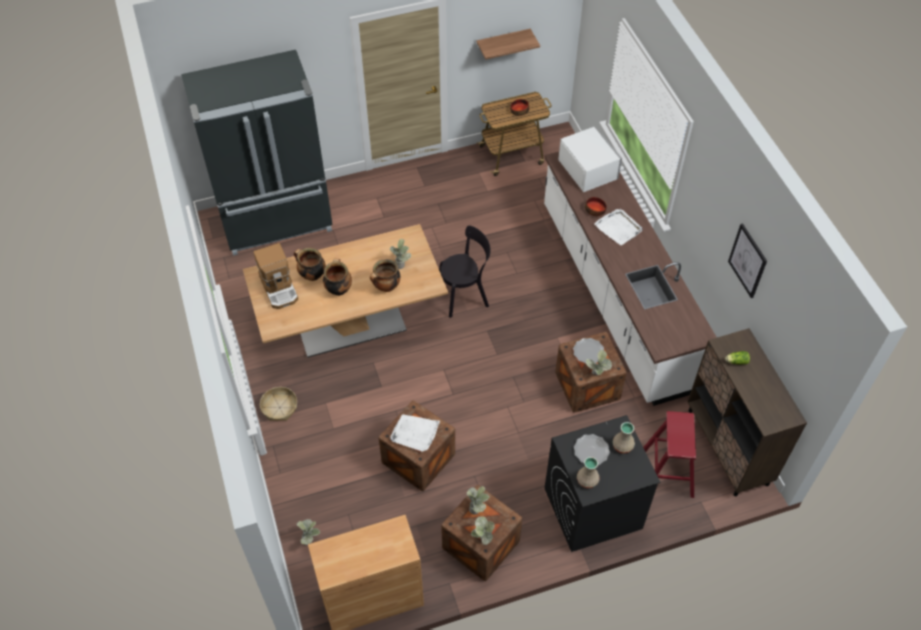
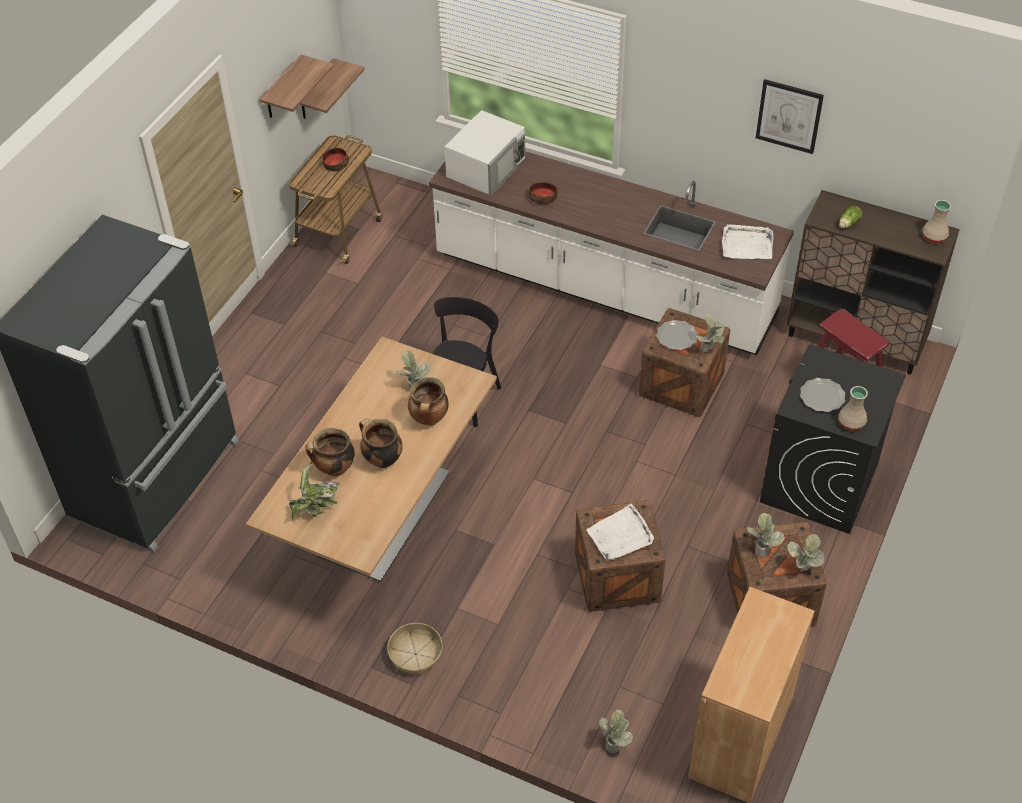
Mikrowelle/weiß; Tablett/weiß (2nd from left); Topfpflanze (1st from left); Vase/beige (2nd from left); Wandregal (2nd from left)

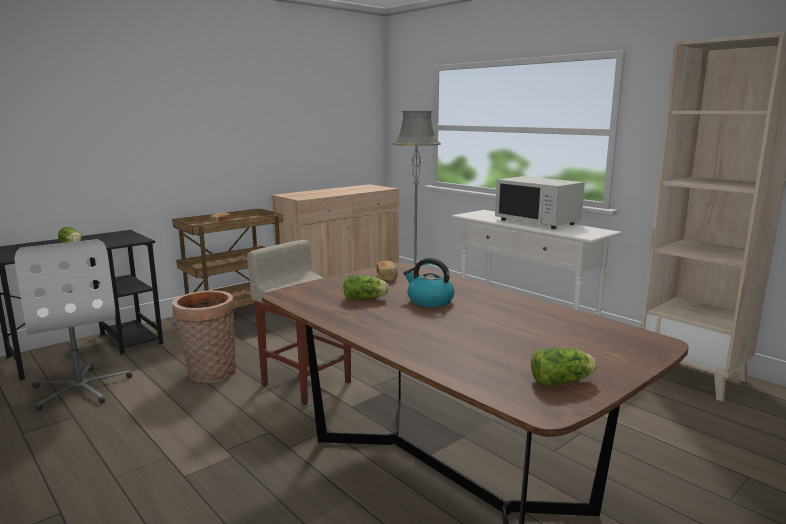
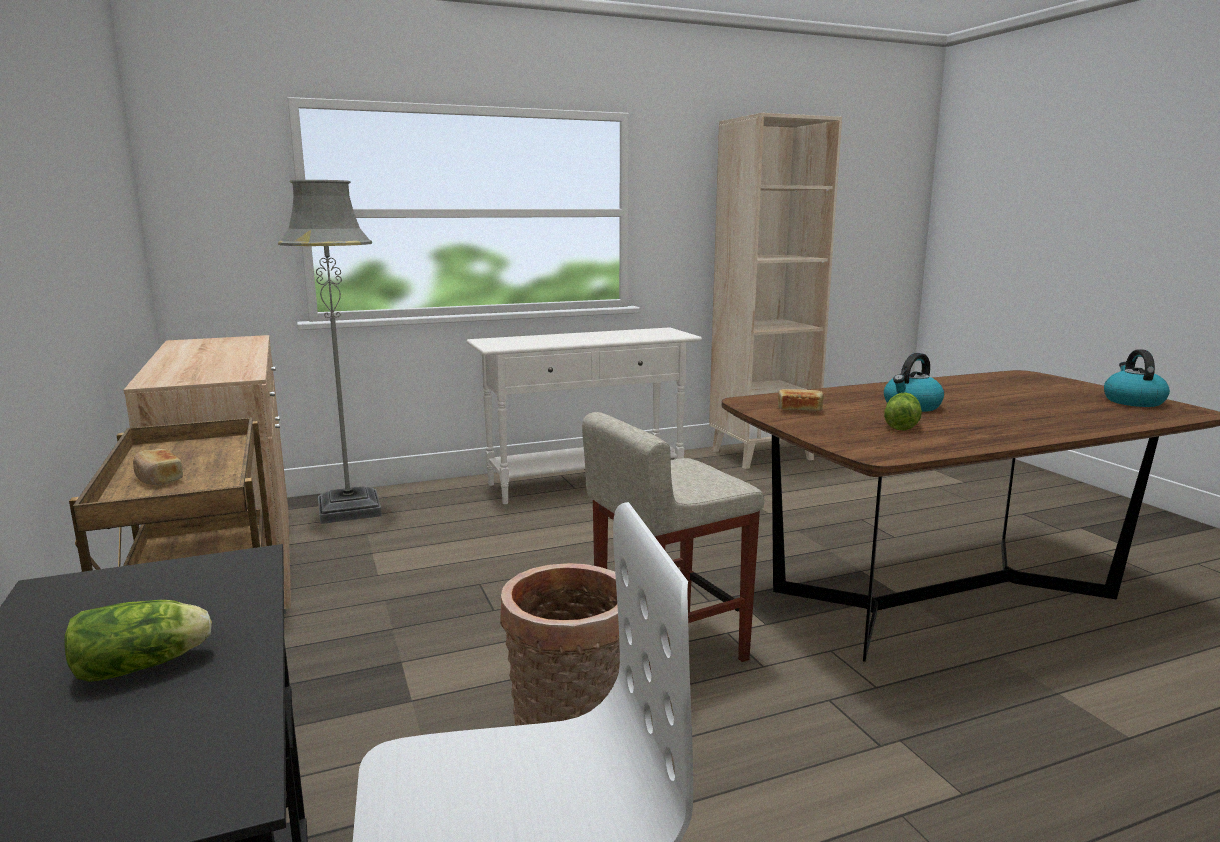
Mikrowelle/weiß; Wasserkessel (2nd from left)

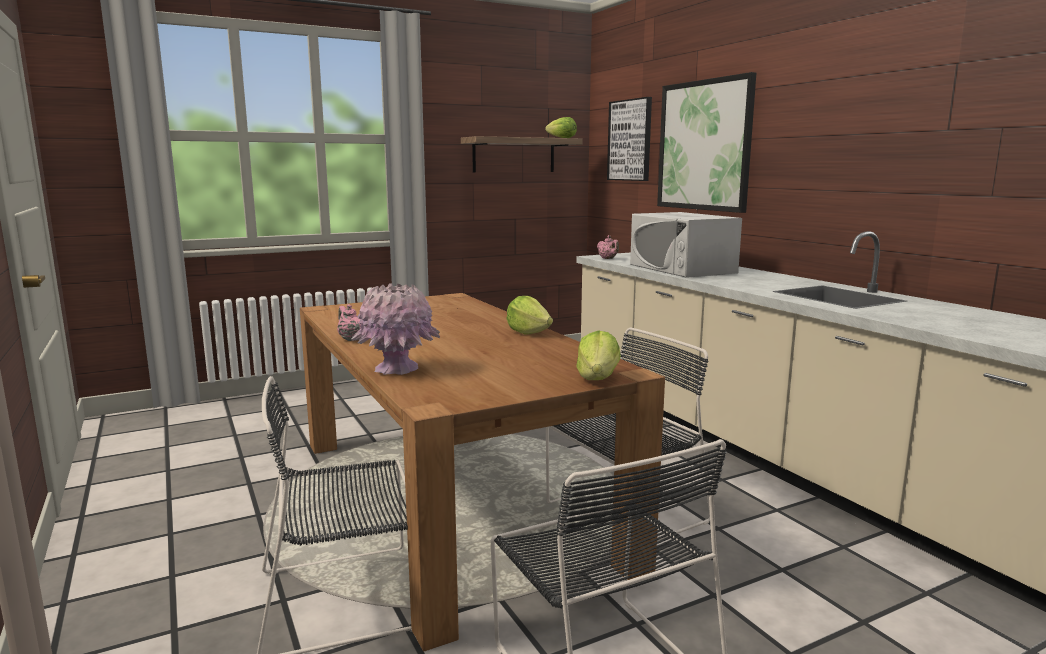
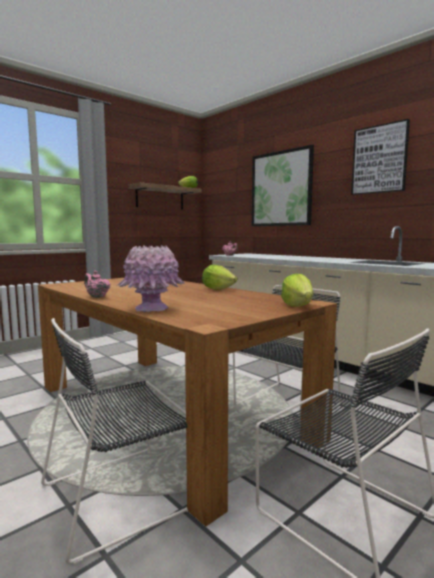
Bild (2nd from left); Mikrowelle/weiß

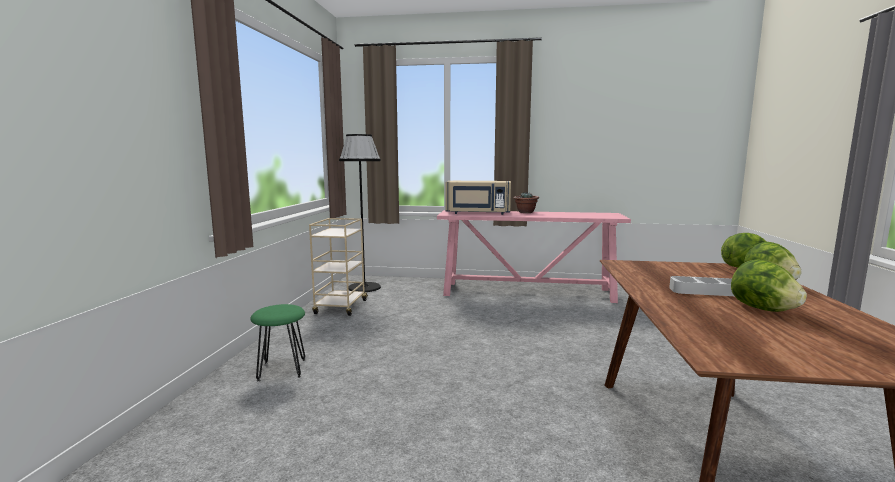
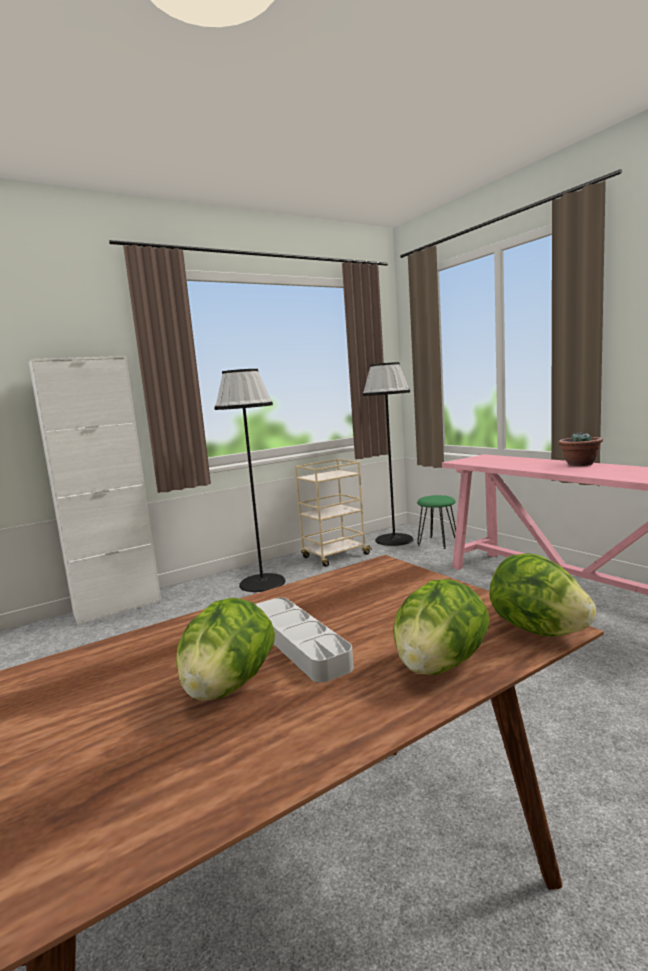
Mikrowelle/beige; Hocker/grün; Schrank/weiß; Stehlampe/schwarz (1st from left)

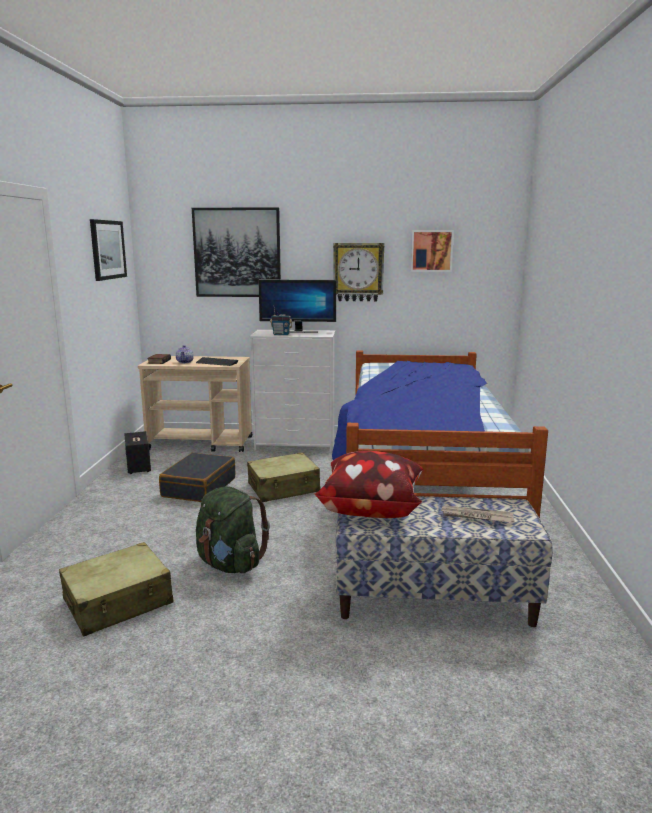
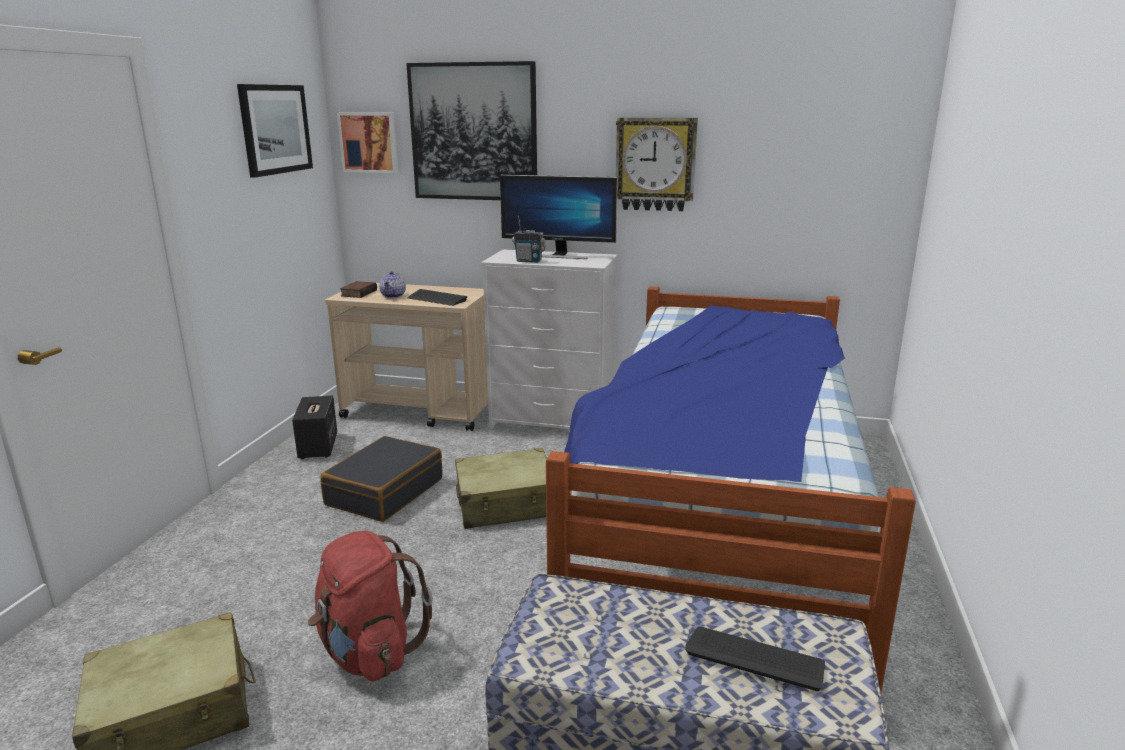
Bild (2nd from left); Kissen; Rucksack/rot; Tastatur (2nd from left)

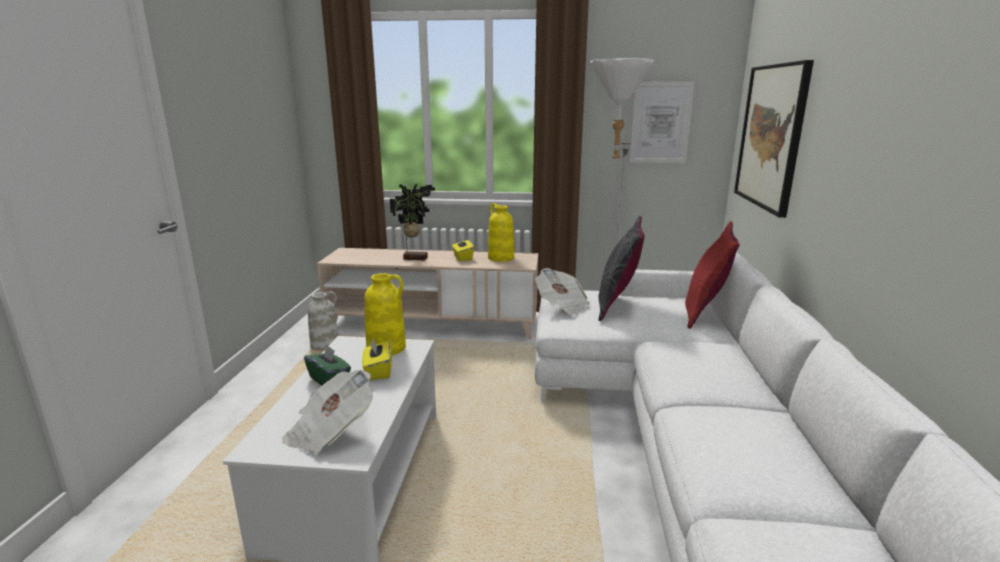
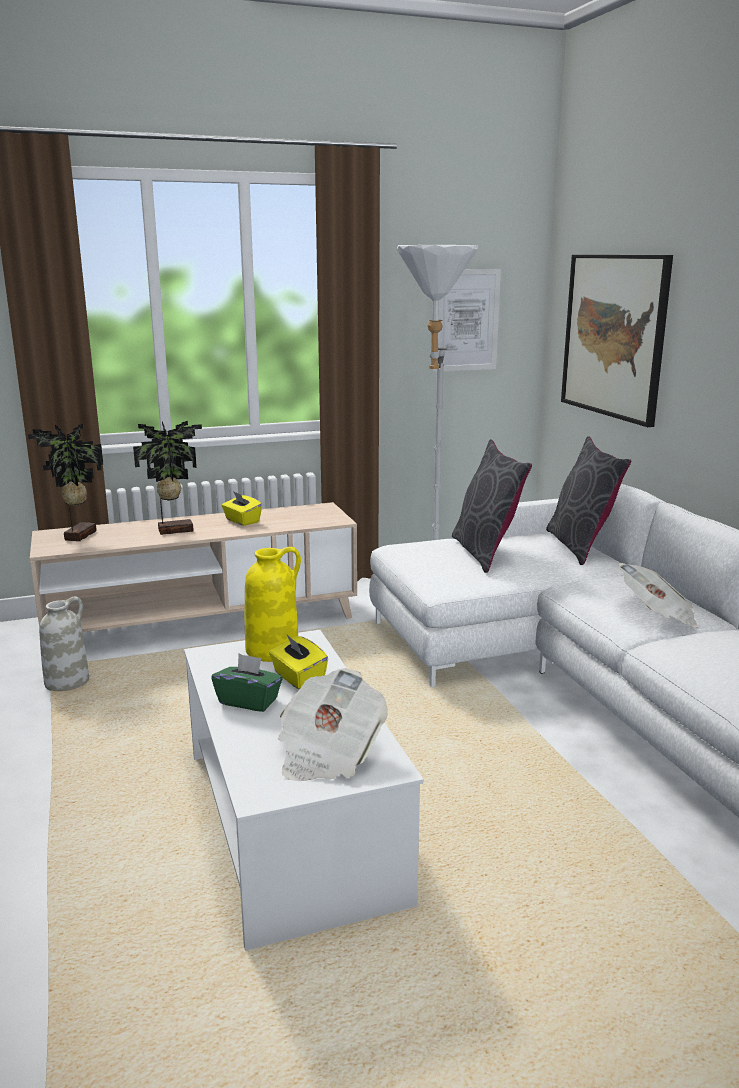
Vase/gelb (2nd from left in the first image); Kissen/grau (2nd from left); Zeitung (2nd from left); Topfpflanze (1st from left)

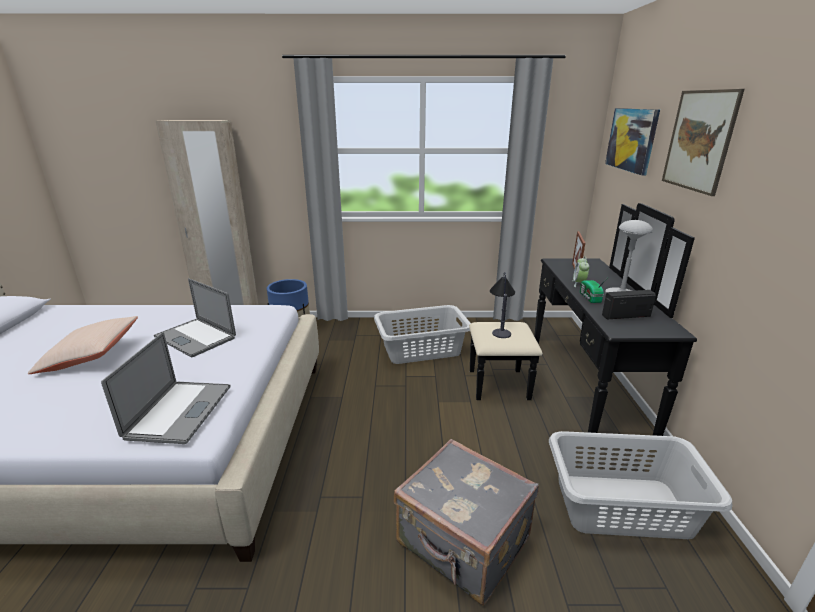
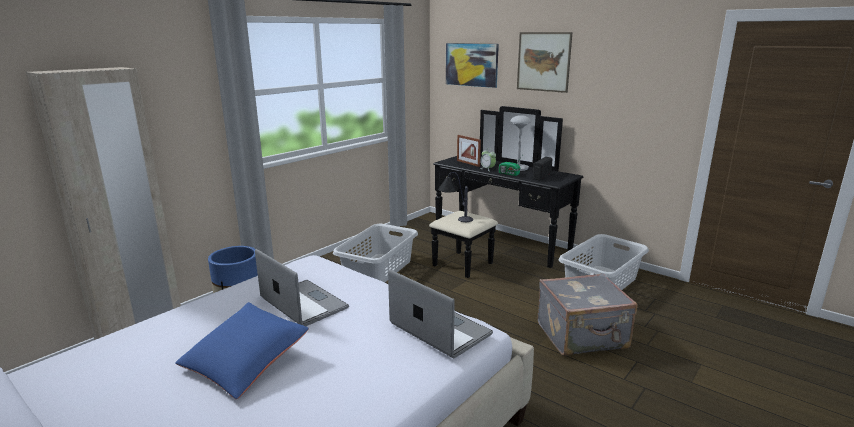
Laptop (1st from left); Kissen/blau

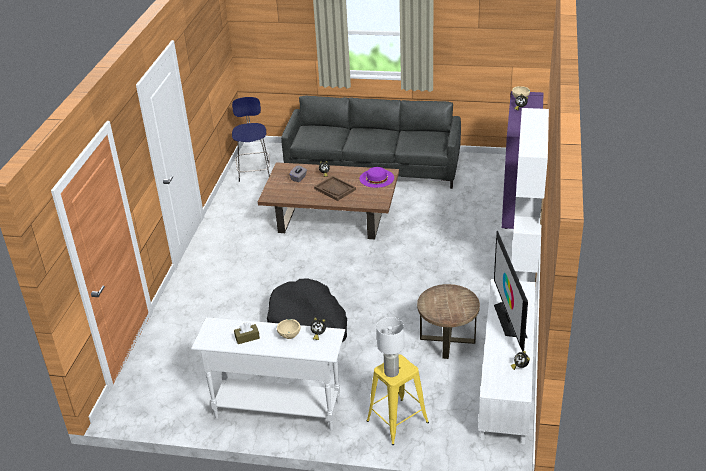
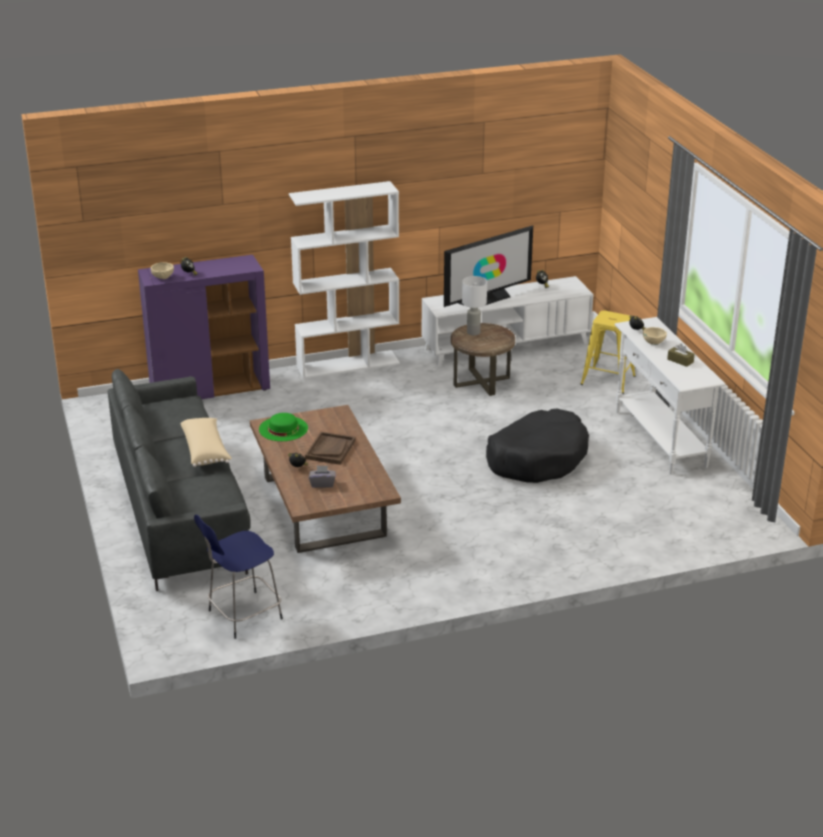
Hut/grün; Tischlampe/weiß; Kissen/beige

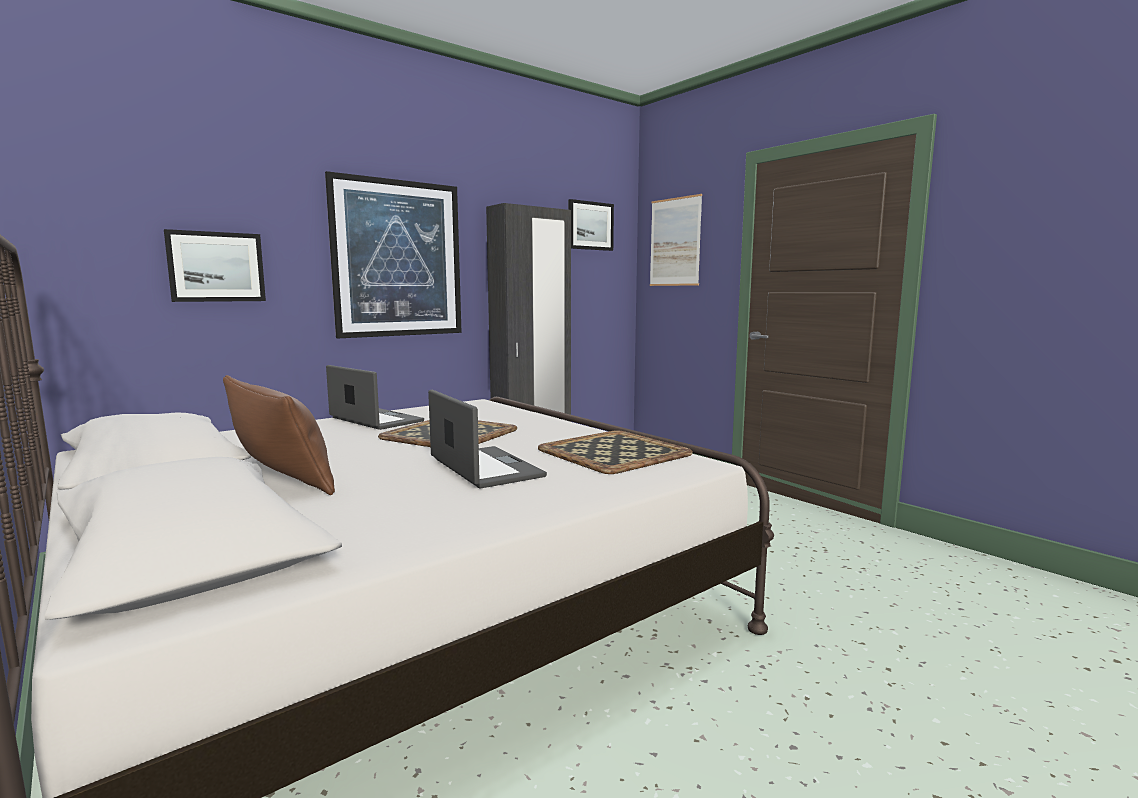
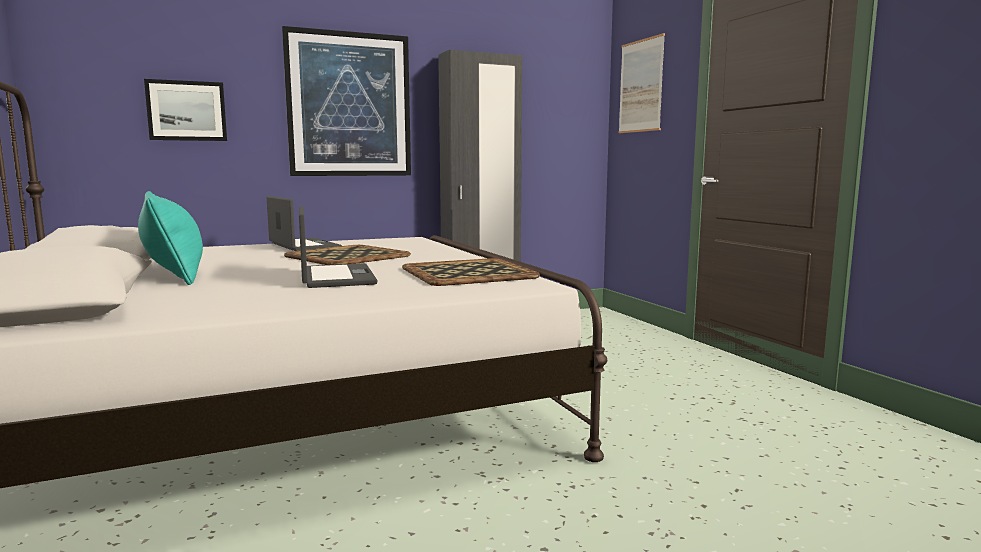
Bild (3rd from left in the first image); Kissen/türkis

